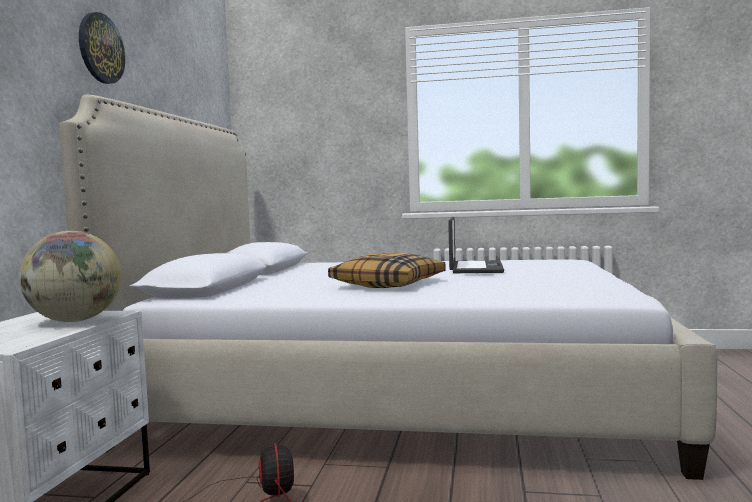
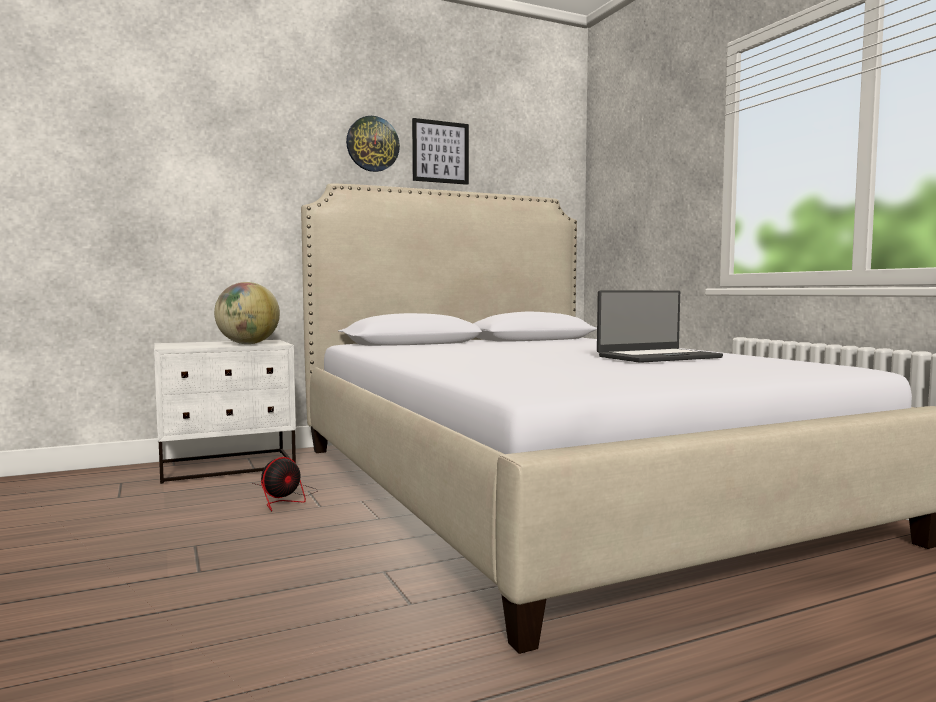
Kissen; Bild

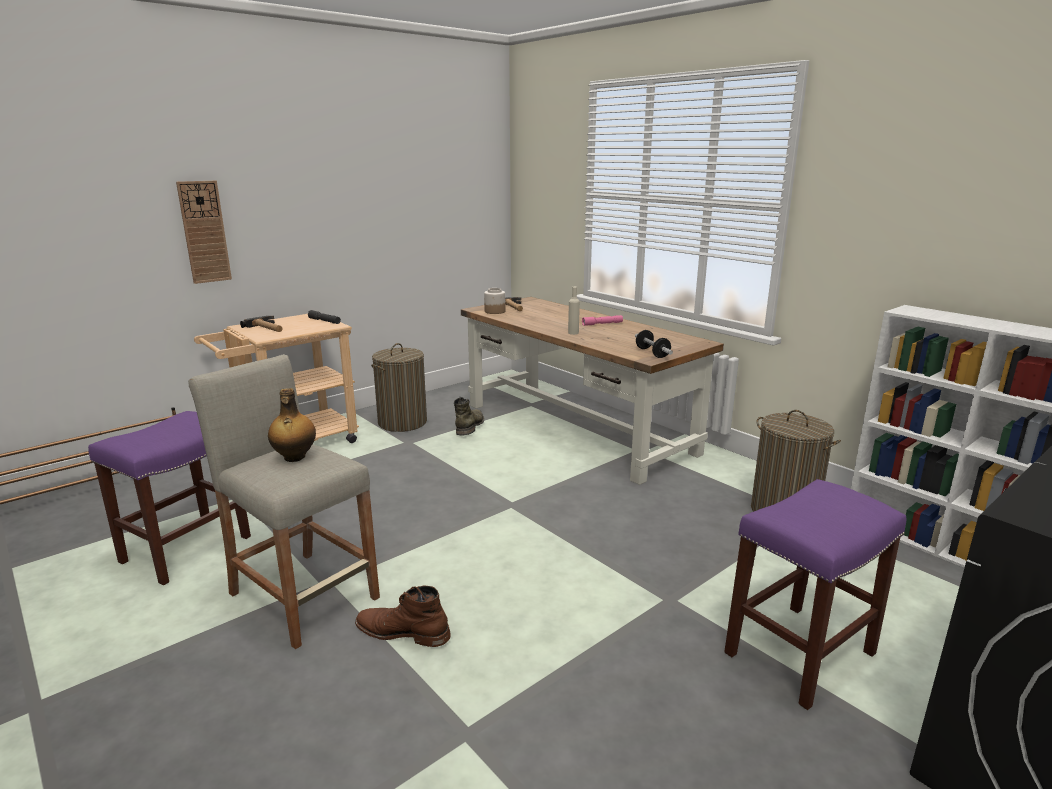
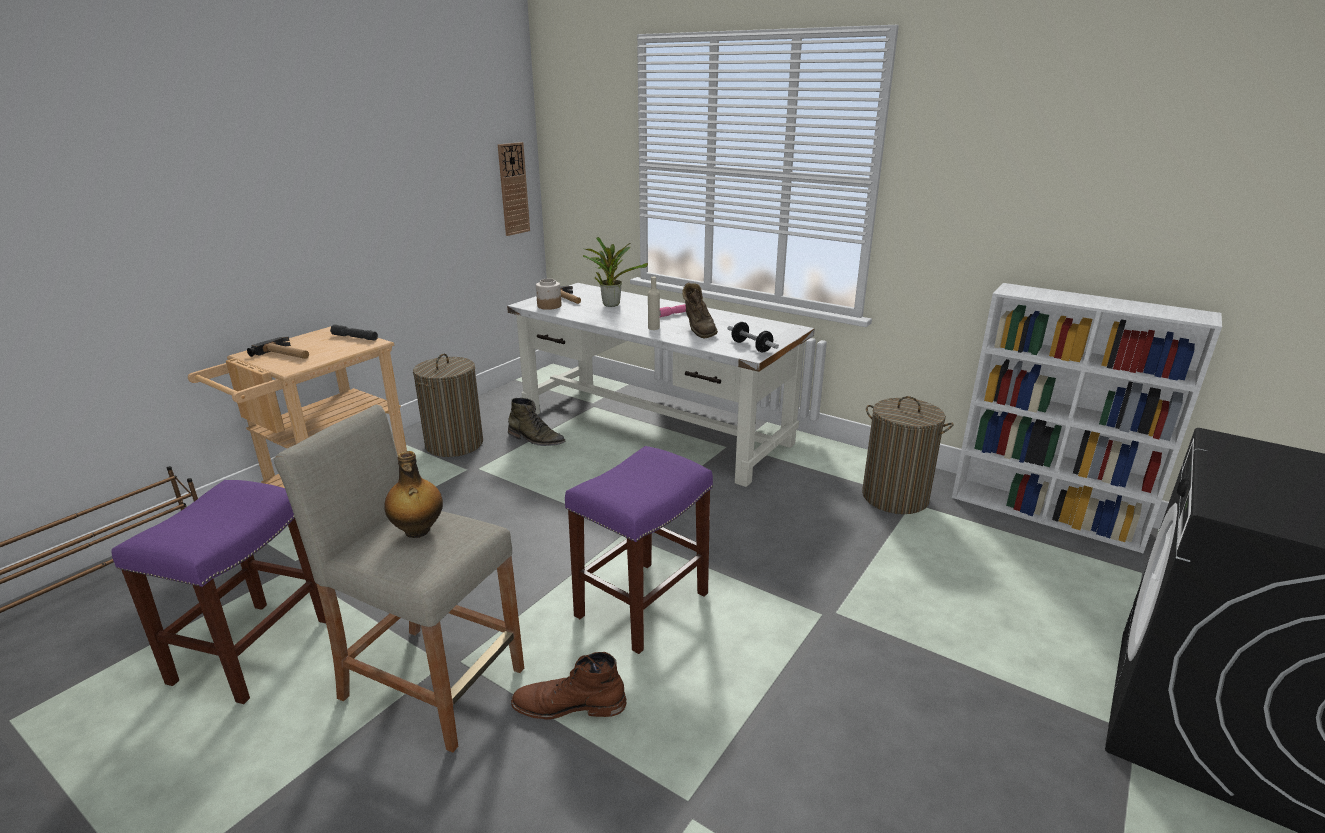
Wanduhr; Schreibtisch/weiß; Stiefel/grün; Hocker/lila (2nd from left); Topfpflanze; Stiefel/braun (2nd from left)

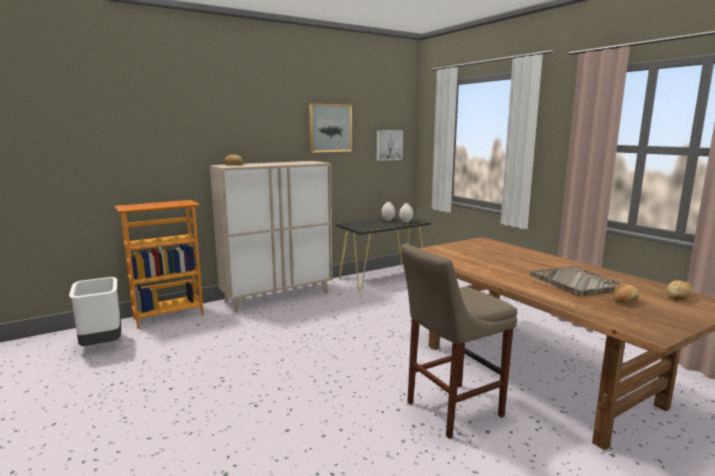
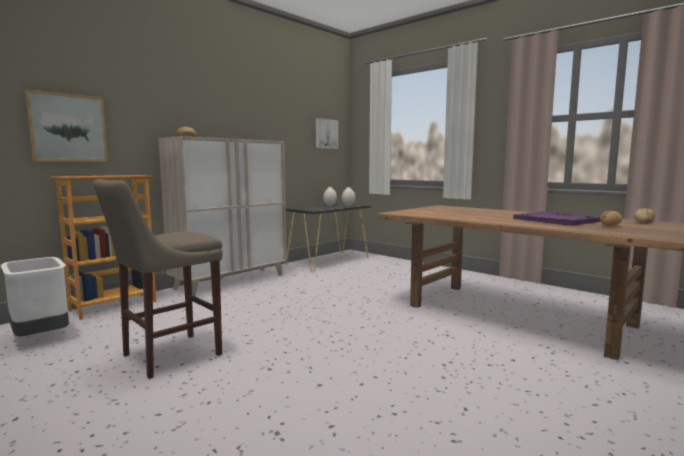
Bild (1st from left); Hocker/beige; Tablett/lila

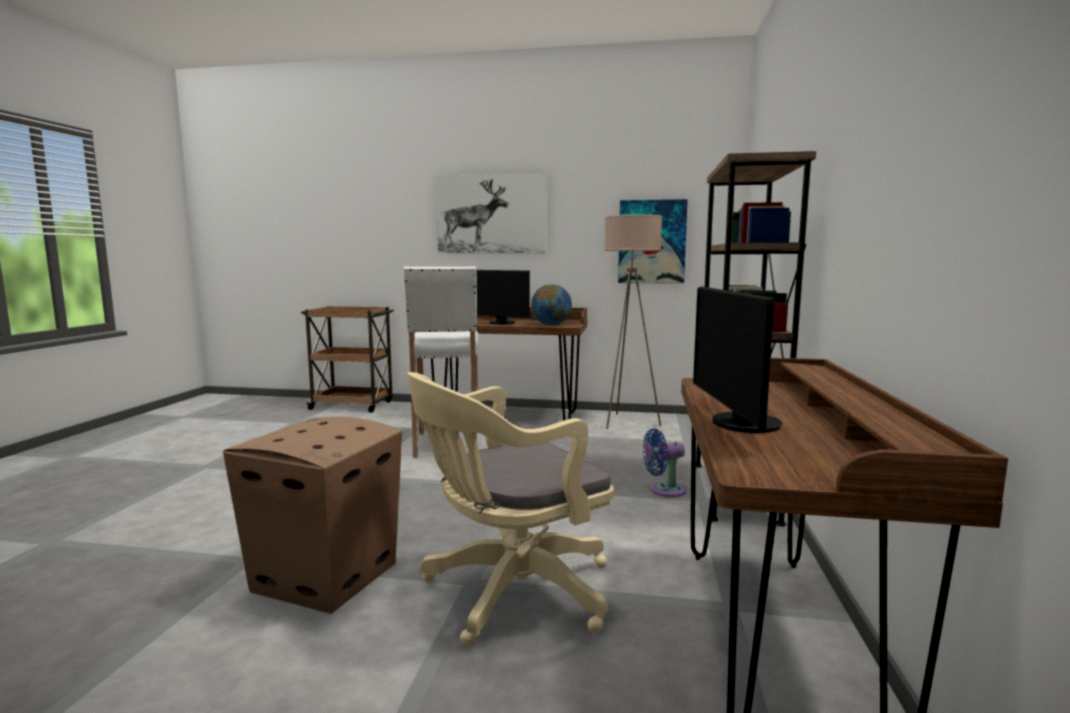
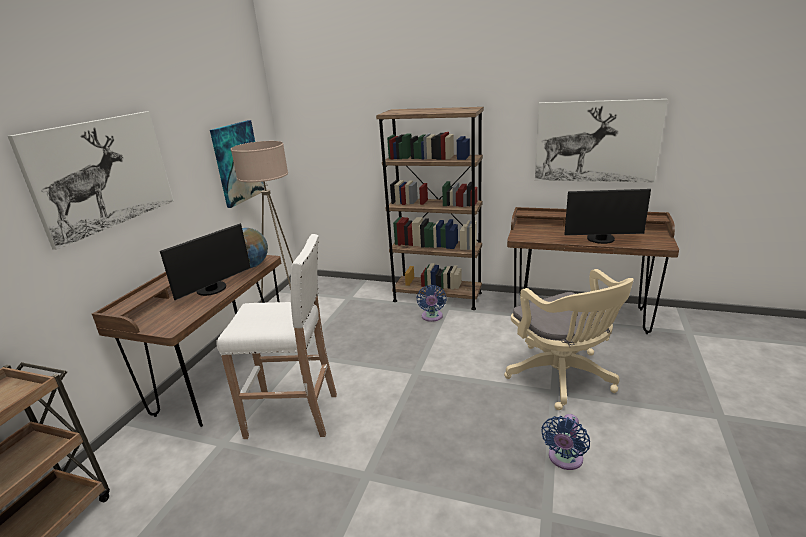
Ventilator/blau (2nd from left); Bild (3rd from left)

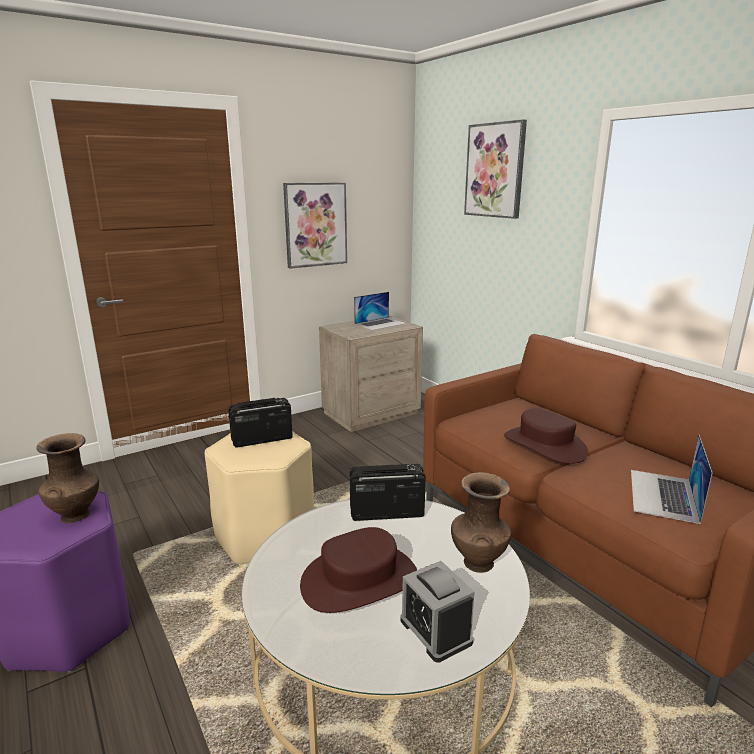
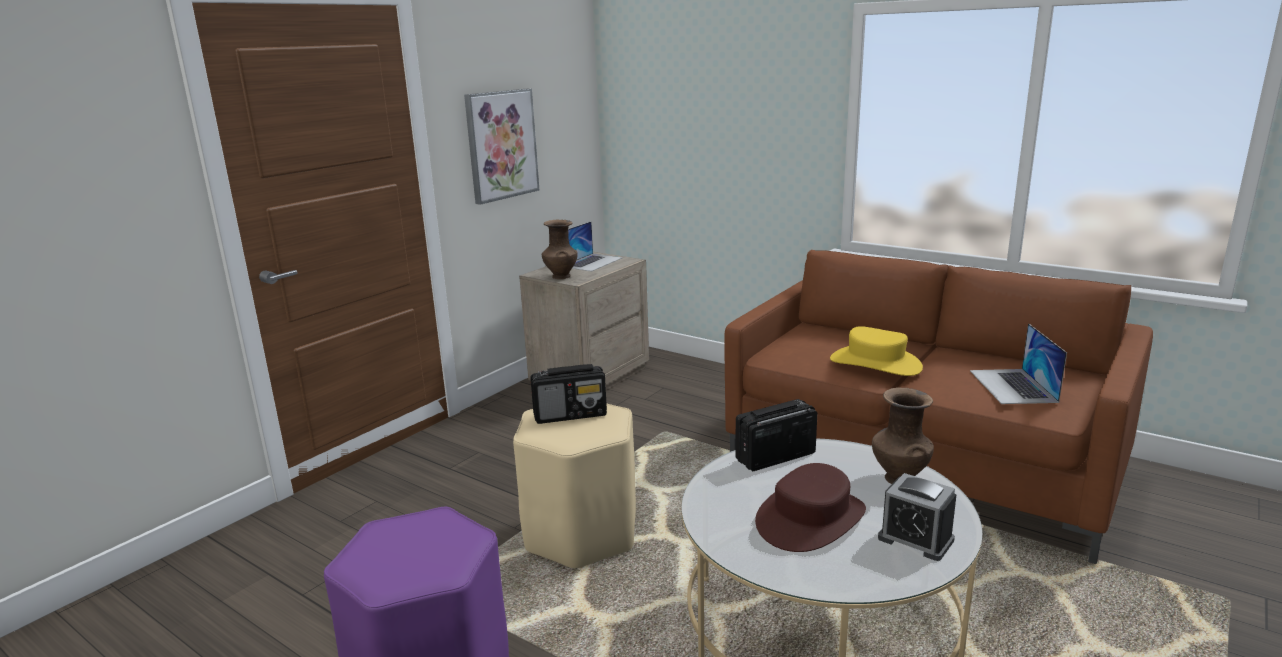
Bild (2nd from left in the first image); Radio (1st from left); Hut/gelb; Vase/braun (1st from left)

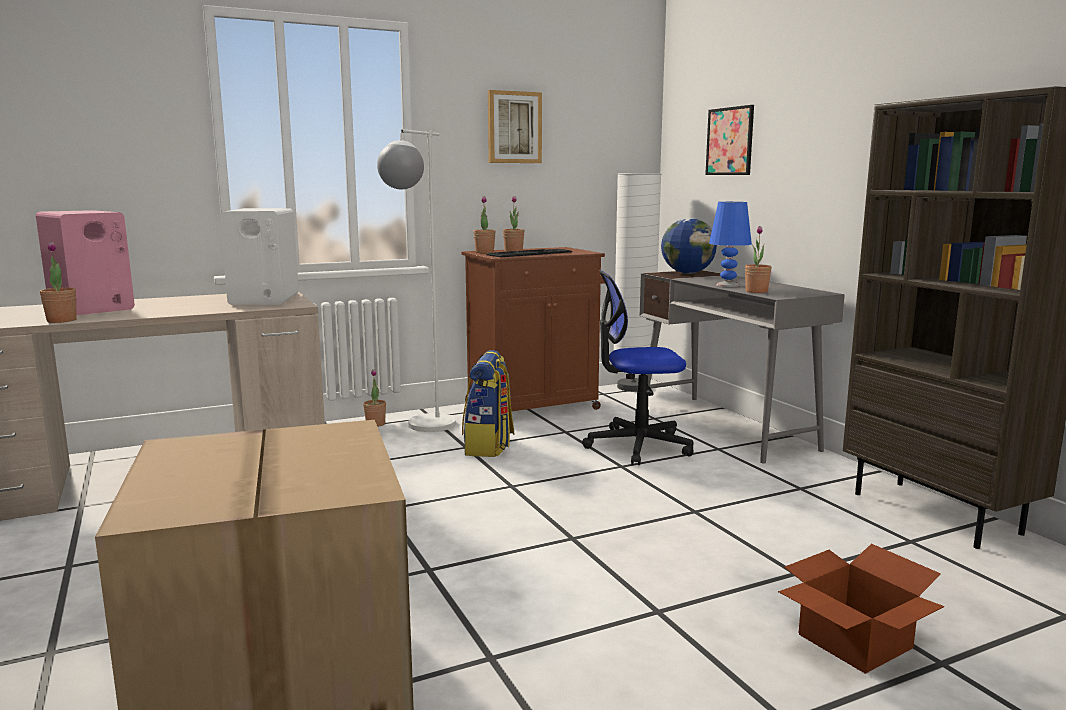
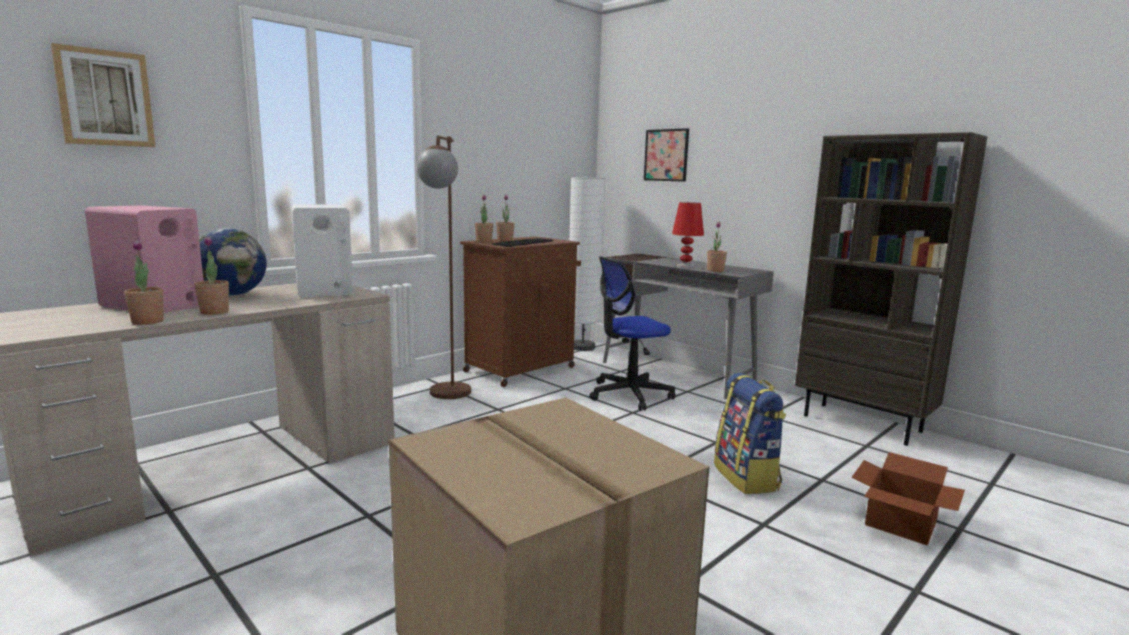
Bild (1st from left); Stehlampe/braun; Tischlampe/rot; Globus; Rucksack; Topfpflanze (2nd from left)

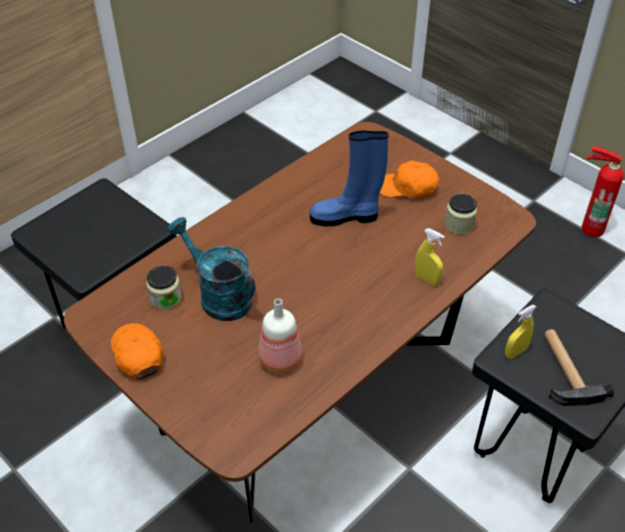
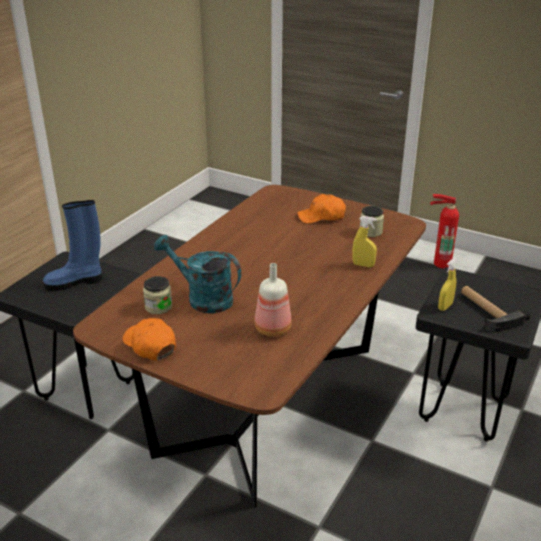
Stiefel/blau

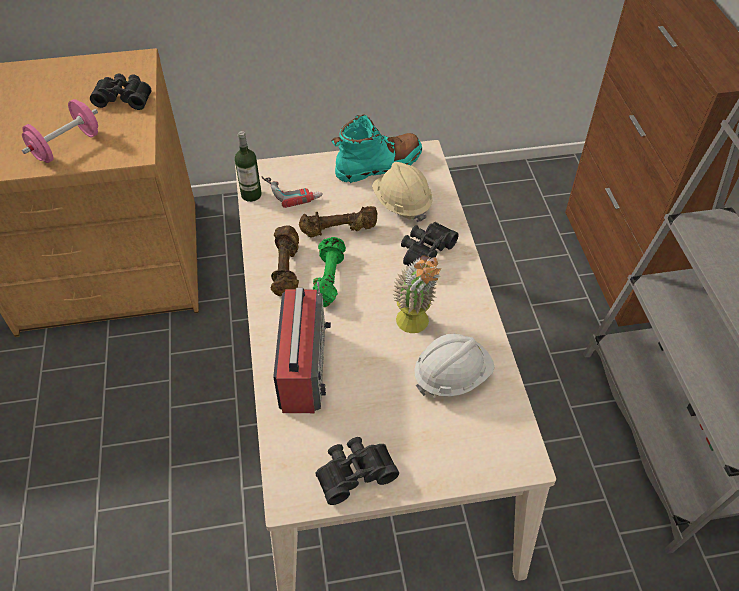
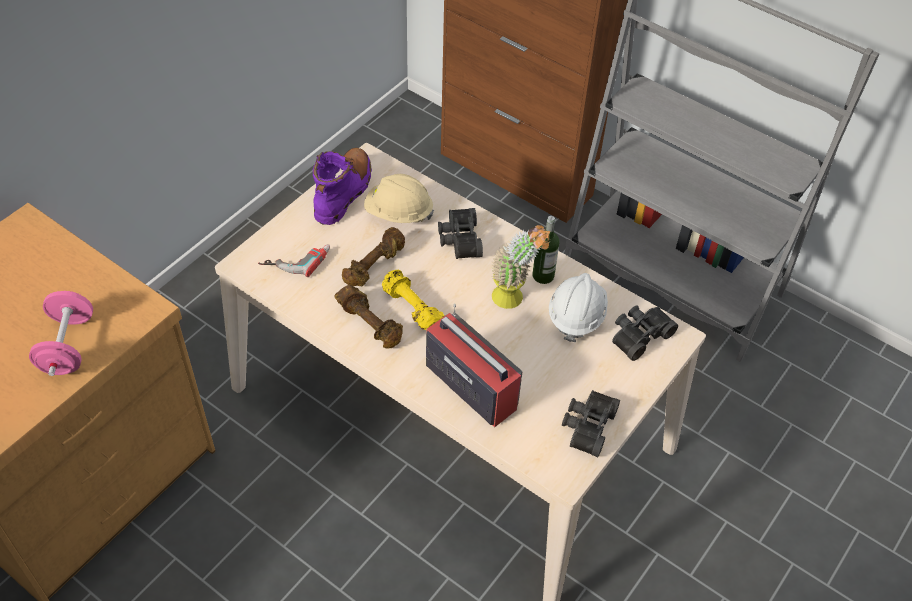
Fernglas/schwarz (3rd from left); Stiefel/lila; Flasche; Hantel/gelb

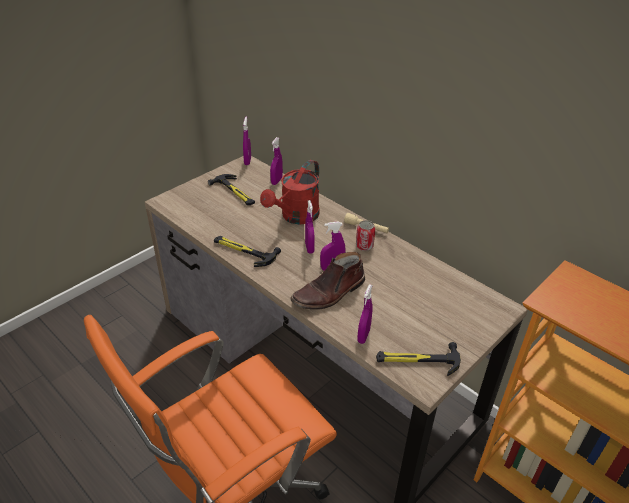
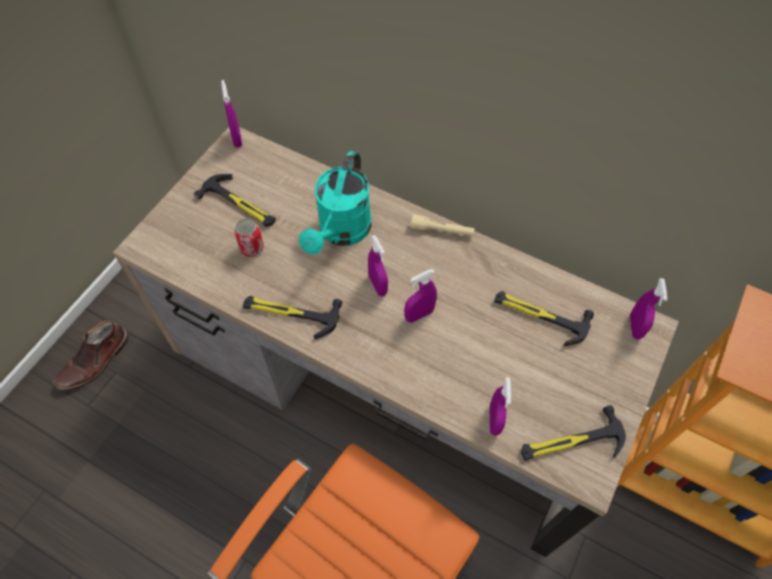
Sprühflasche/lila (5th from left); Gießkanne/türkis; Dose; Stiefel/braun; Hammer (3rd from left)

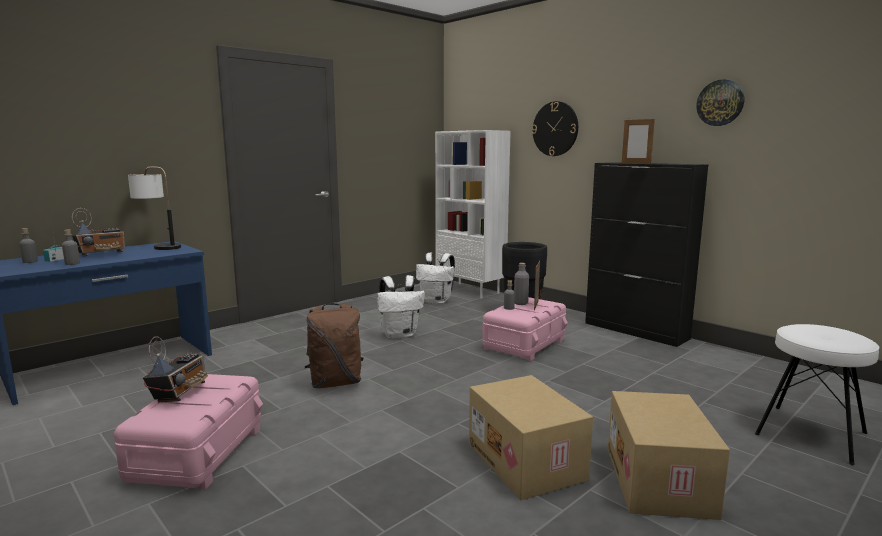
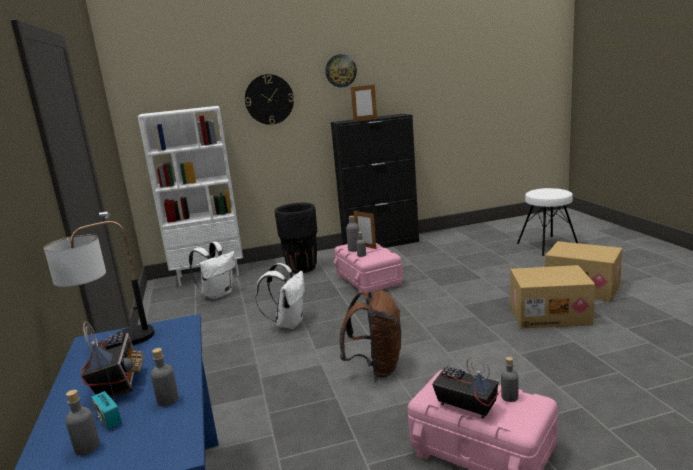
Wanduhr (2nd from left); Flasche/grau (5th from left)

